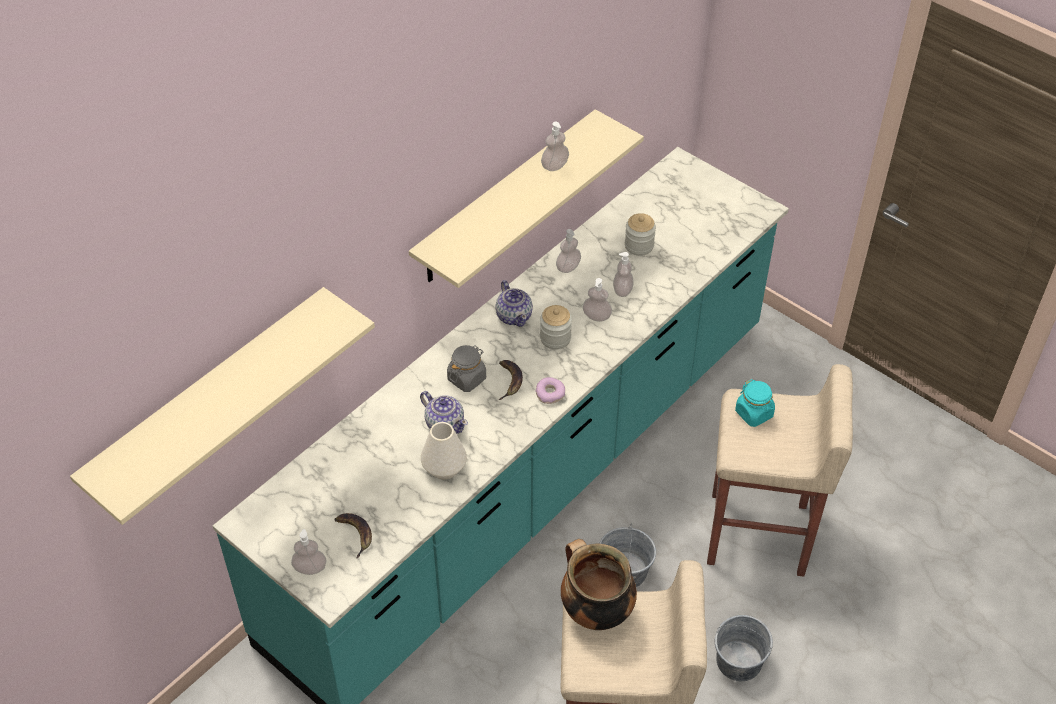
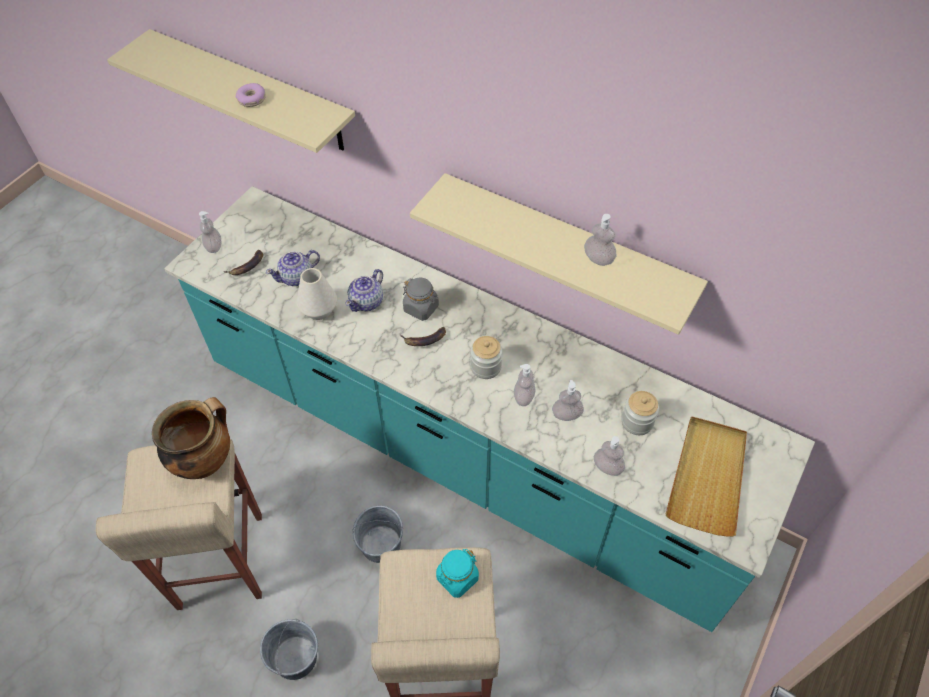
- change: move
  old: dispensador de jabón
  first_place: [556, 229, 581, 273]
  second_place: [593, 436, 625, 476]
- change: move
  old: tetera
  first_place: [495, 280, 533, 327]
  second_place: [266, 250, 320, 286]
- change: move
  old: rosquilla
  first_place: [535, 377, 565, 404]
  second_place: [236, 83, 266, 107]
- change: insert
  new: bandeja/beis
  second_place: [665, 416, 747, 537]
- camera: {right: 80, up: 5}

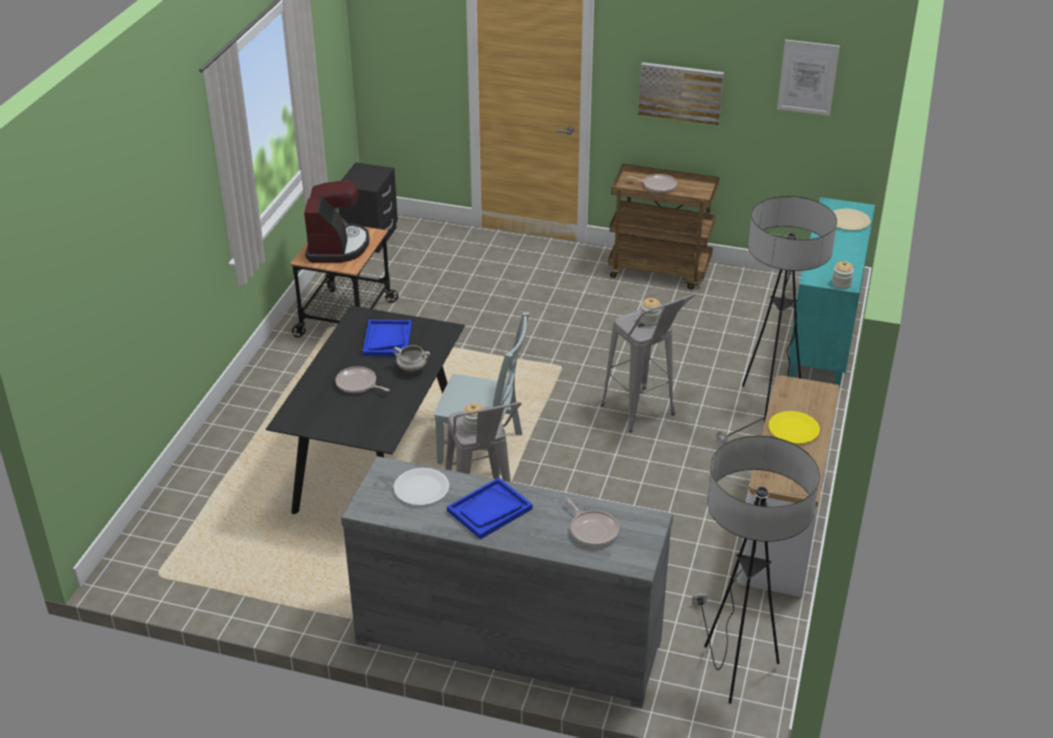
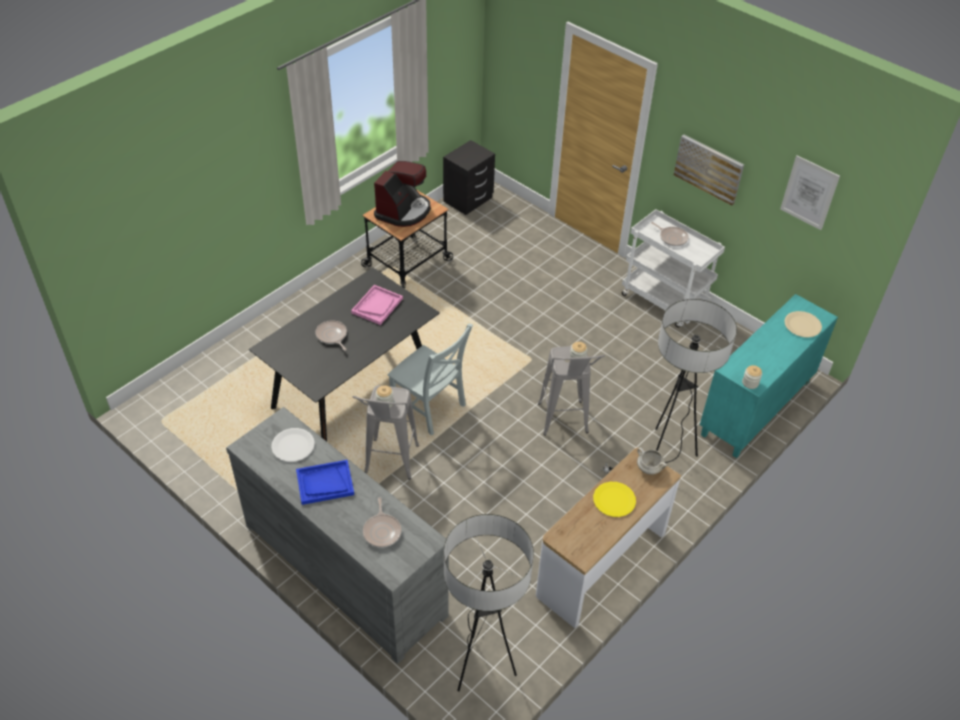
- change: recolor
  old: carrito/marrón
  new: carrito/blanco
  first_place: [608, 164, 719, 290]
  second_place: [622, 209, 725, 328]
- change: recolor
  old: bandeja/azul
  new: bandeja/rosa
  first_place: [363, 320, 412, 357]
  second_place: [351, 285, 403, 325]
- change: move
  old: olla/blanco
  first_place: [393, 345, 430, 372]
  second_place: [637, 448, 667, 475]
- camera: {right: 25, up: 10}

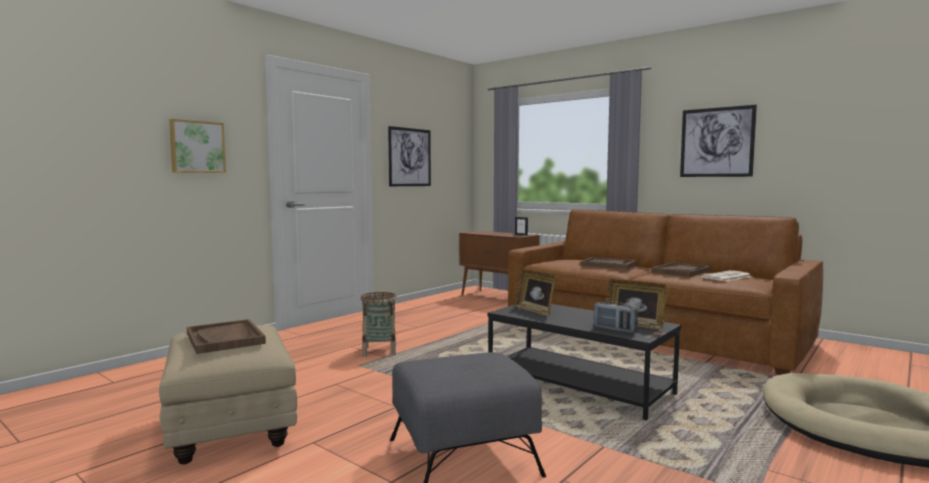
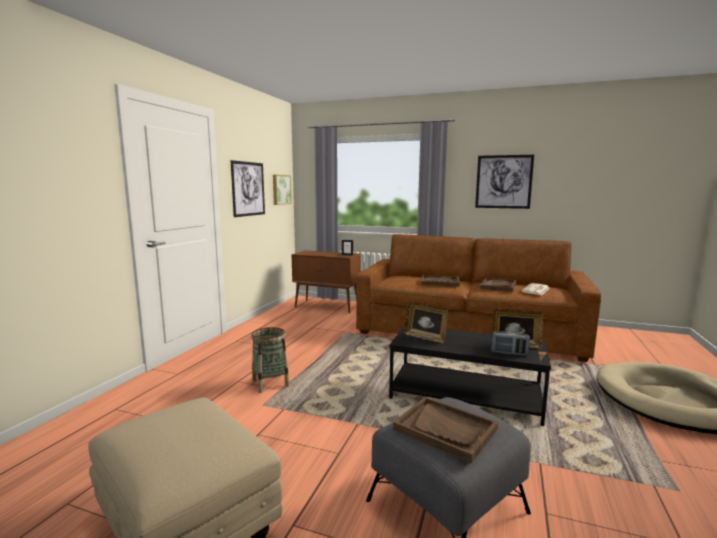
- change: move
  old: cuadro
  first_place: [169, 119, 226, 173]
  second_place: [273, 175, 291, 205]
- change: move
  old: bandeja/marrón
  first_place: [187, 319, 266, 354]
  second_place: [393, 397, 498, 463]
- camera: {right: -20, up: 5}

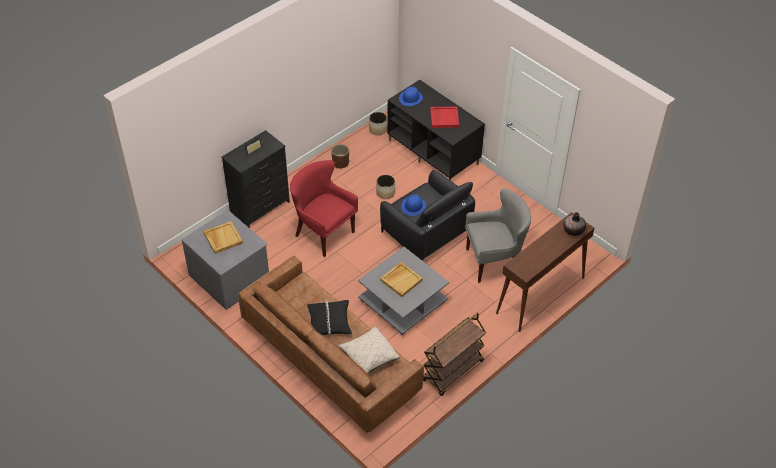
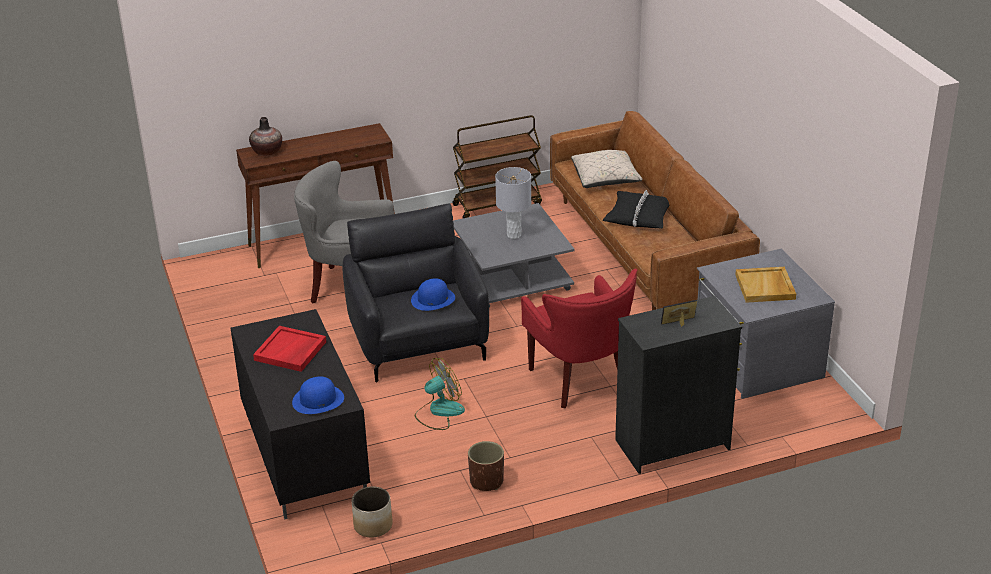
- change: replace
  old: maceta
  new: ventilador
  first_place: [376, 175, 395, 199]
  second_place: [415, 358, 465, 430]
- change: replace
  old: bandeja/beis
  new: lámpara de mesa/gris
  first_place: [380, 262, 423, 297]
  second_place: [495, 167, 531, 239]
- camera: {right: -155, up: -15}

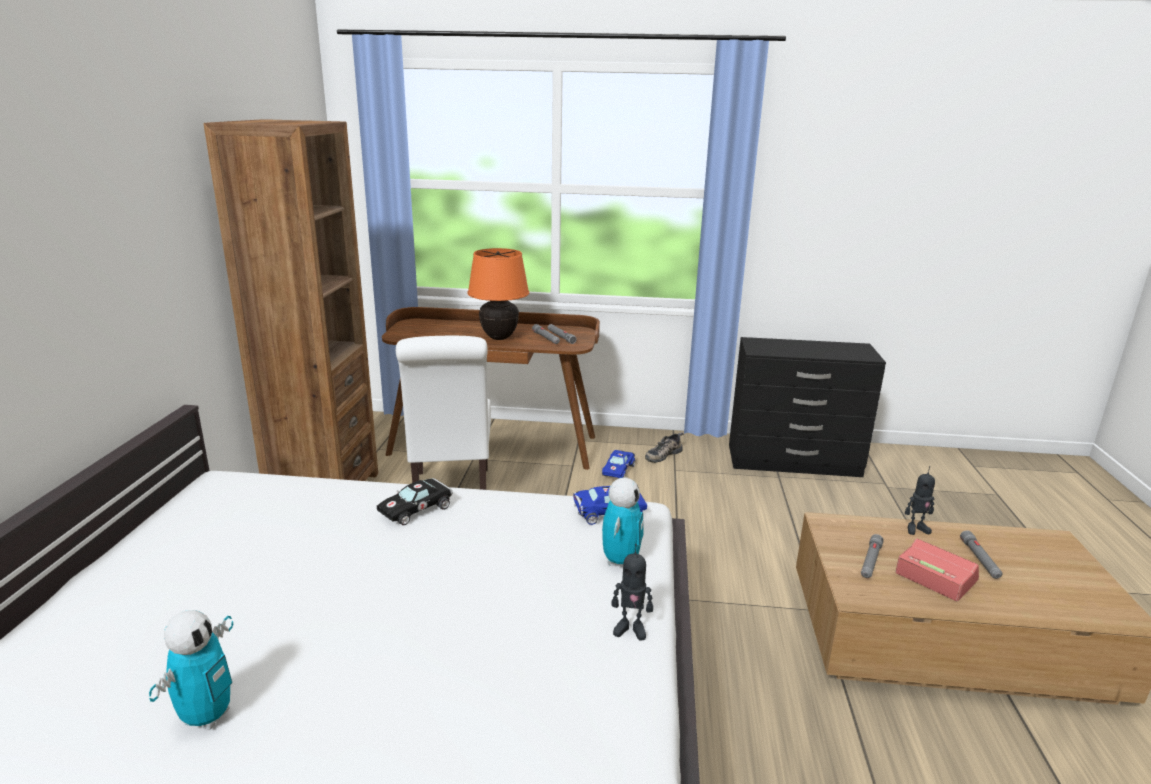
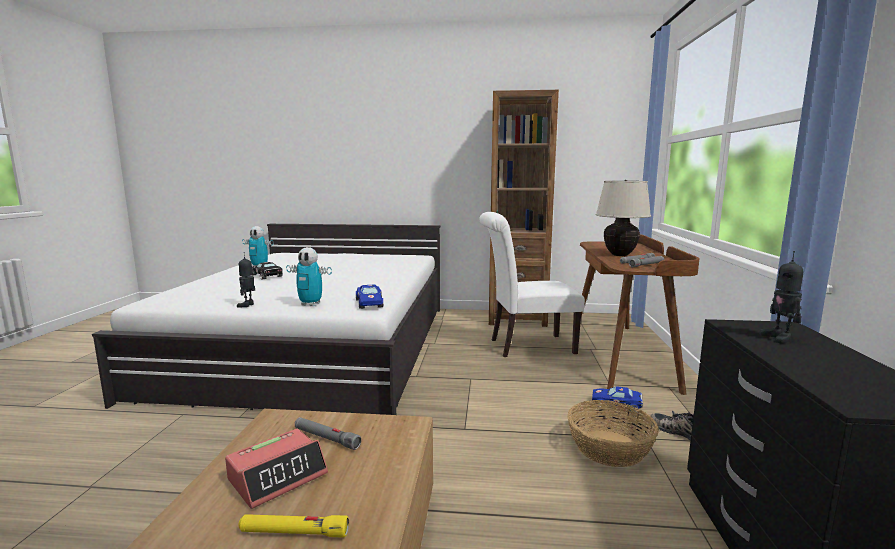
- change: recolor
  old: lámpara de mesa/naranja
  new: lámpara de mesa/beis
  first_place: [468, 248, 529, 340]
  second_place: [596, 180, 651, 256]
- change: move
  old: robot de juguete
  first_place: [905, 466, 935, 535]
  second_place: [759, 251, 803, 344]
- change: move
  old: coche de juguete/negro
  first_place: [377, 478, 452, 525]
  second_place: [252, 262, 283, 280]
- change: recolor
  old: linterna/gris
  new: linterna/amarillo
  first_place: [960, 530, 1002, 579]
  second_place: [238, 514, 349, 538]
- change: insert
  new: cesta
  second_place: [567, 400, 659, 467]
- camera: {right: 90, up: -10}

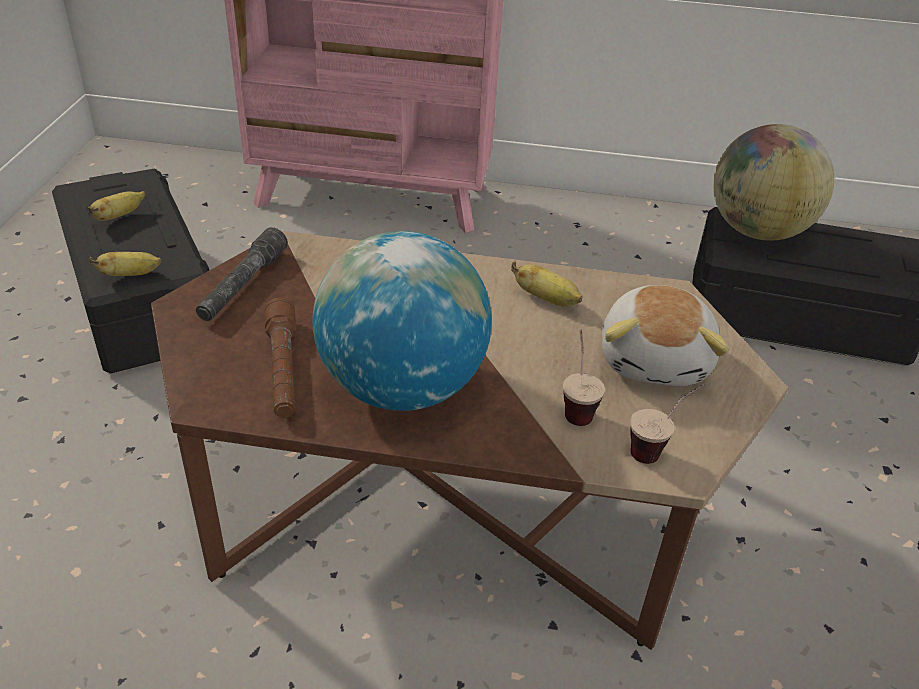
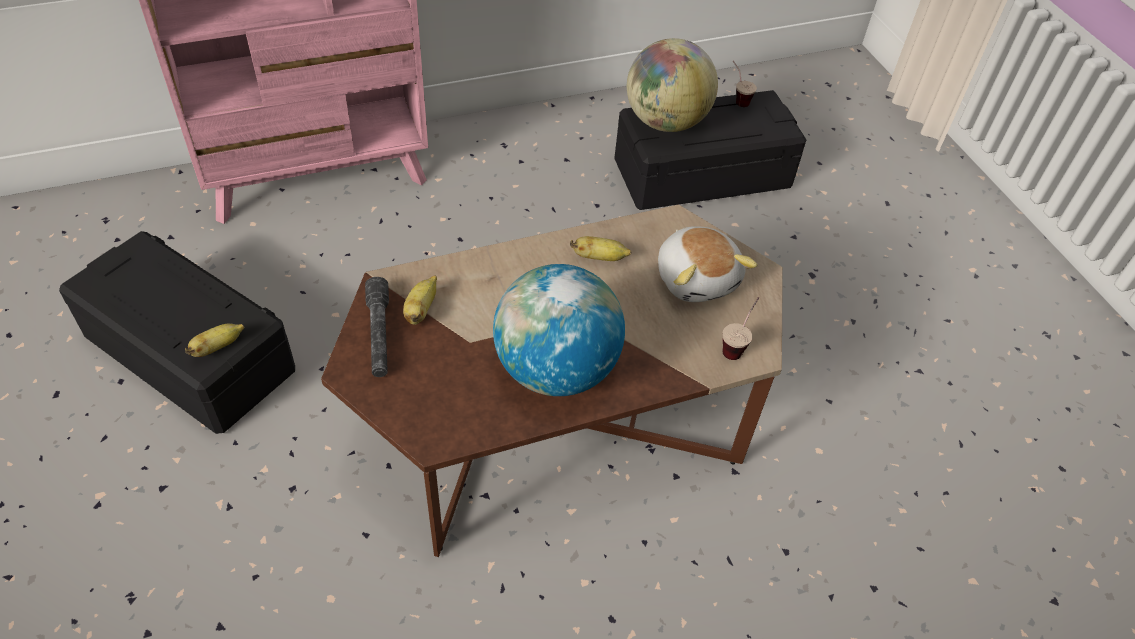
- change: move
  old: plátano
  first_place: [88, 191, 145, 221]
  second_place: [403, 276, 437, 325]
- change: delete
  old: linterna/marrón
  first_place: [264, 298, 296, 418]
- change: move
  old: taza
  first_place: [563, 329, 605, 426]
  second_place: [733, 60, 757, 107]
- camera: {right: -30, up: 10}

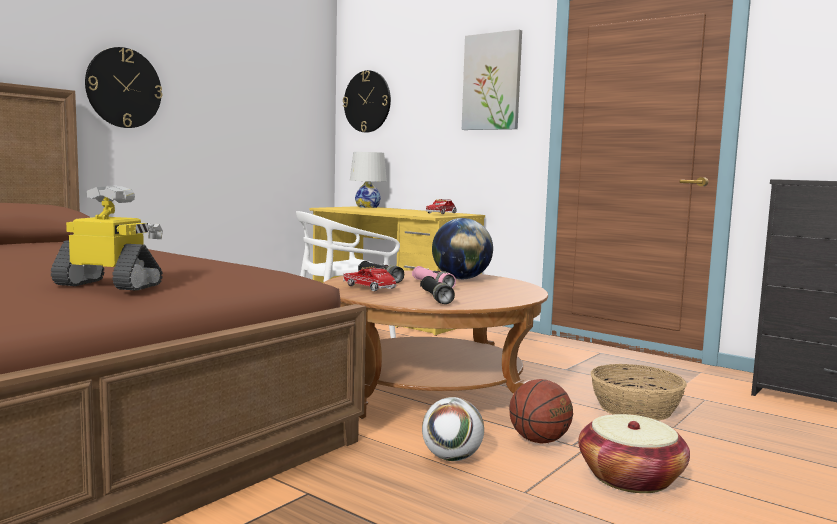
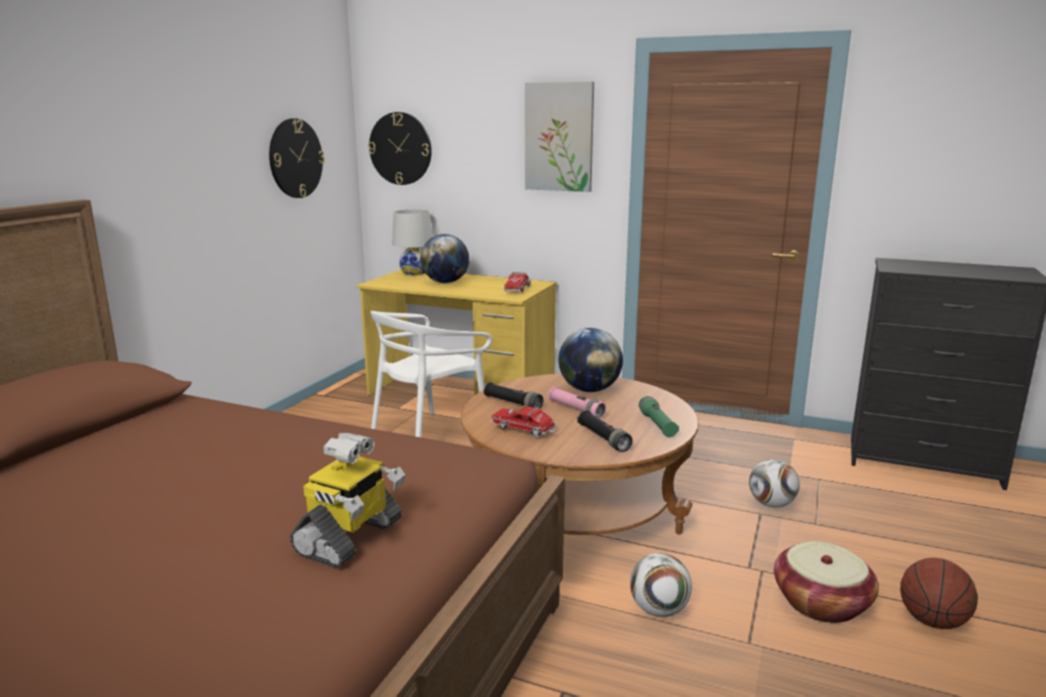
- change: move
  old: reloj de pared
  first_place: [85, 47, 162, 128]
  second_place: [269, 118, 325, 198]
- change: rotate
  old: robot de juguete
  first_place: [51, 186, 163, 291]
  second_place: [290, 433, 405, 568]
  degrees: 120
- change: replace
  old: cesta
  new: balón de fútbol
  first_place: [591, 364, 687, 421]
  second_place: [749, 459, 800, 507]
- change: move
  old: balón de baloncesto
  first_place: [509, 379, 573, 444]
  second_place: [900, 558, 978, 629]
- change: insert
  new: globo terráqueo
  second_place: [420, 234, 469, 283]
- change: insert
  new: linterna/verde
  second_place: [639, 396, 679, 437]
- camera: {right: -15, up: 10}

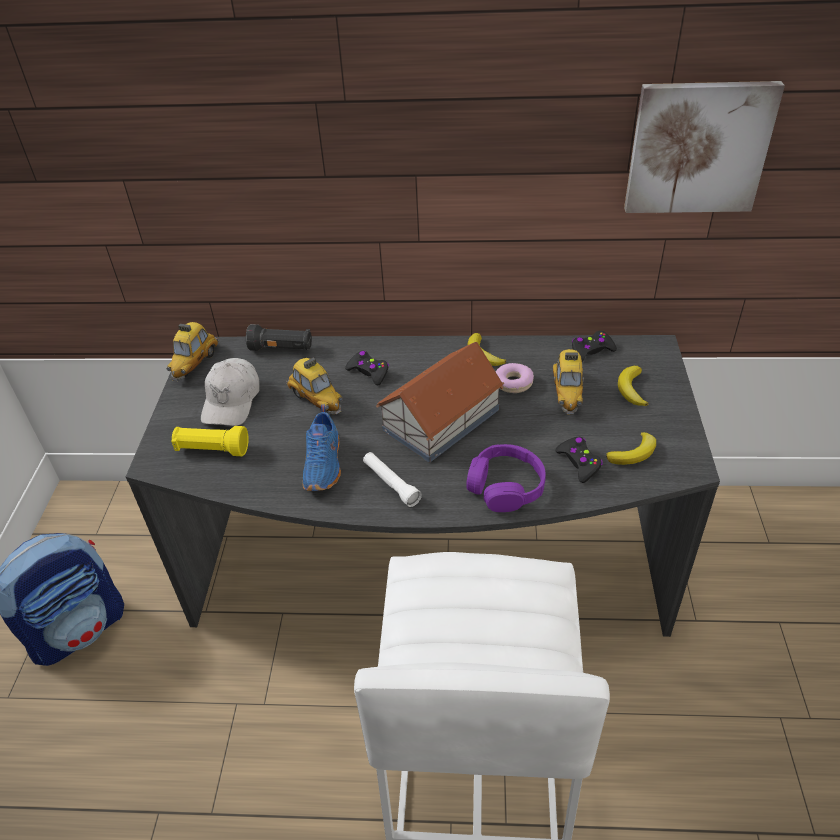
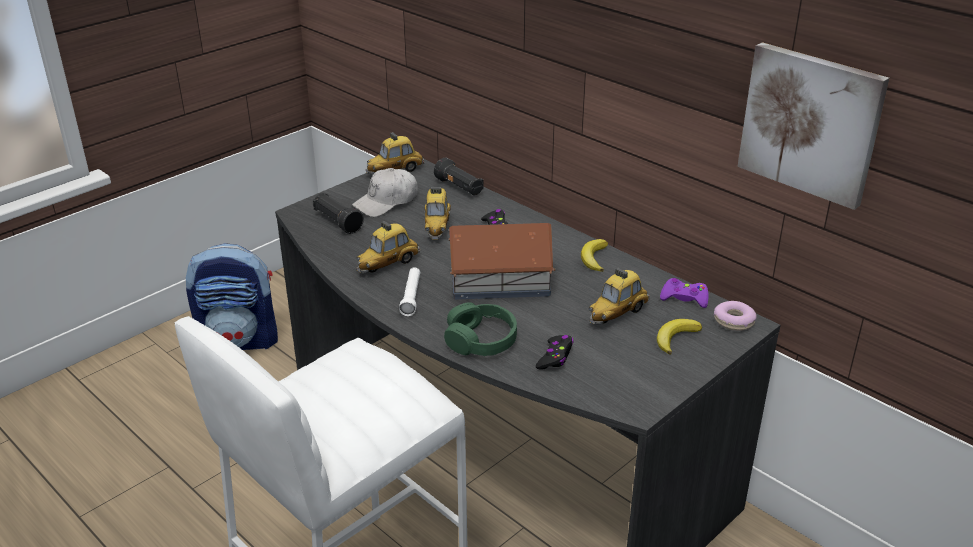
- change: recolor
  old: mando de consola/negro
  new: mando de consola/morado
  first_place: [572, 331, 617, 362]
  second_place: [660, 278, 709, 308]
- change: move
  old: rosquilla
  first_place: [496, 363, 534, 393]
  second_place: [714, 301, 757, 331]
- change: replace
  old: zapato/azul
  new: coche de juguete
  first_place: [303, 404, 341, 491]
  second_place: [356, 221, 421, 273]
- change: recolor
  old: linterna/amarillo
  new: linterna/negro
  first_place: [171, 426, 249, 456]
  second_place: [313, 193, 364, 234]
- change: delete
  old: plátano
  first_place: [606, 432, 656, 465]
- change: recolor
  old: auriculares/morado
  new: auriculares/verde
  first_place: [466, 444, 545, 512]
  second_place: [444, 302, 517, 356]
- camera: {right: 40, up: -10}

